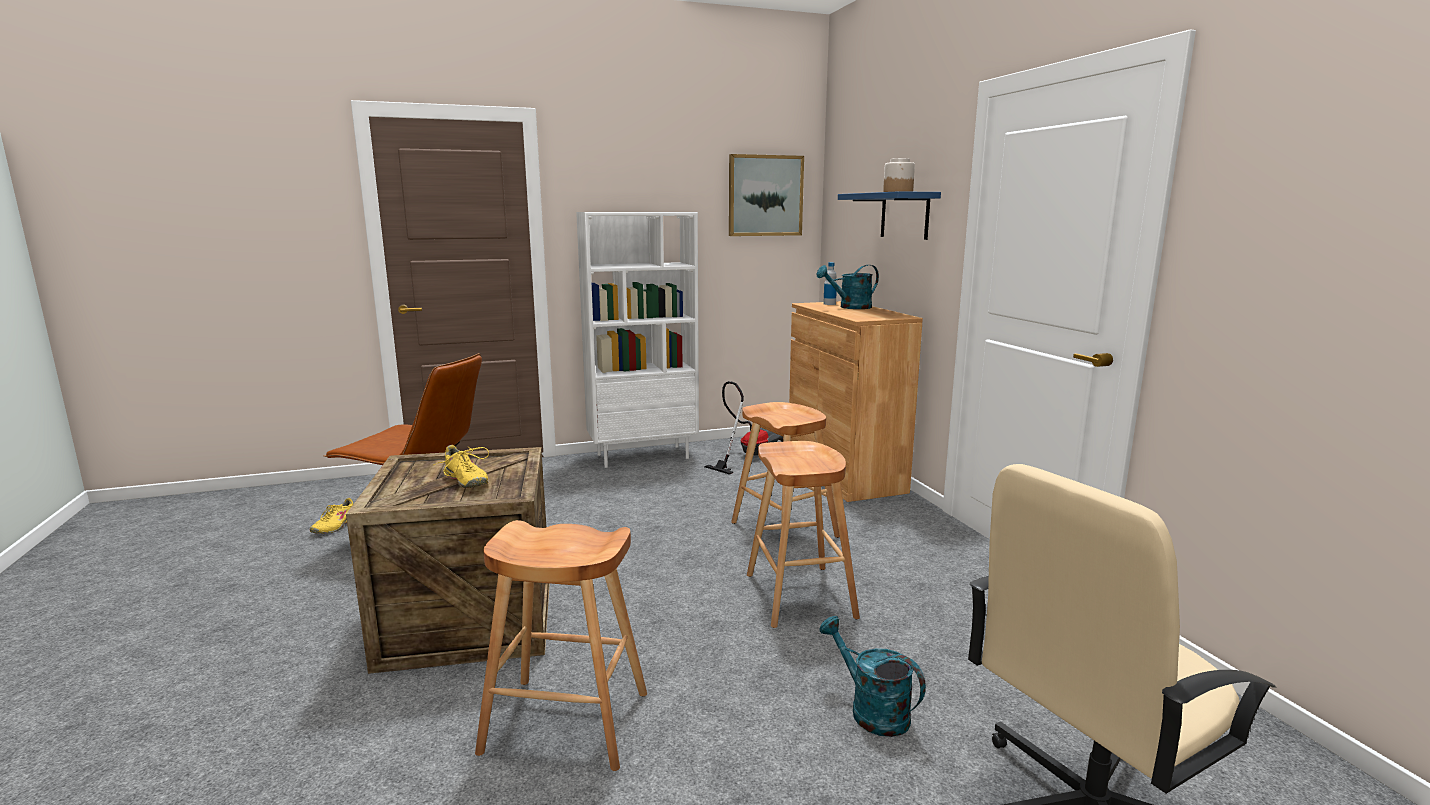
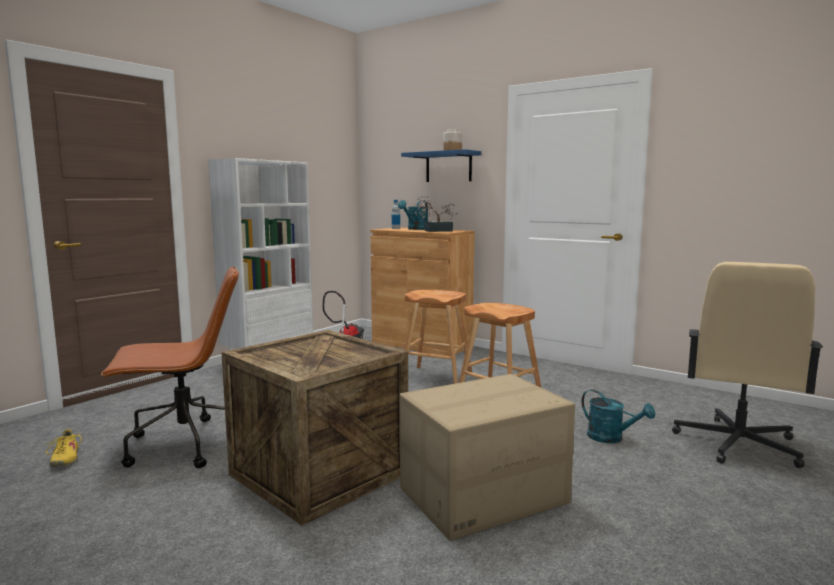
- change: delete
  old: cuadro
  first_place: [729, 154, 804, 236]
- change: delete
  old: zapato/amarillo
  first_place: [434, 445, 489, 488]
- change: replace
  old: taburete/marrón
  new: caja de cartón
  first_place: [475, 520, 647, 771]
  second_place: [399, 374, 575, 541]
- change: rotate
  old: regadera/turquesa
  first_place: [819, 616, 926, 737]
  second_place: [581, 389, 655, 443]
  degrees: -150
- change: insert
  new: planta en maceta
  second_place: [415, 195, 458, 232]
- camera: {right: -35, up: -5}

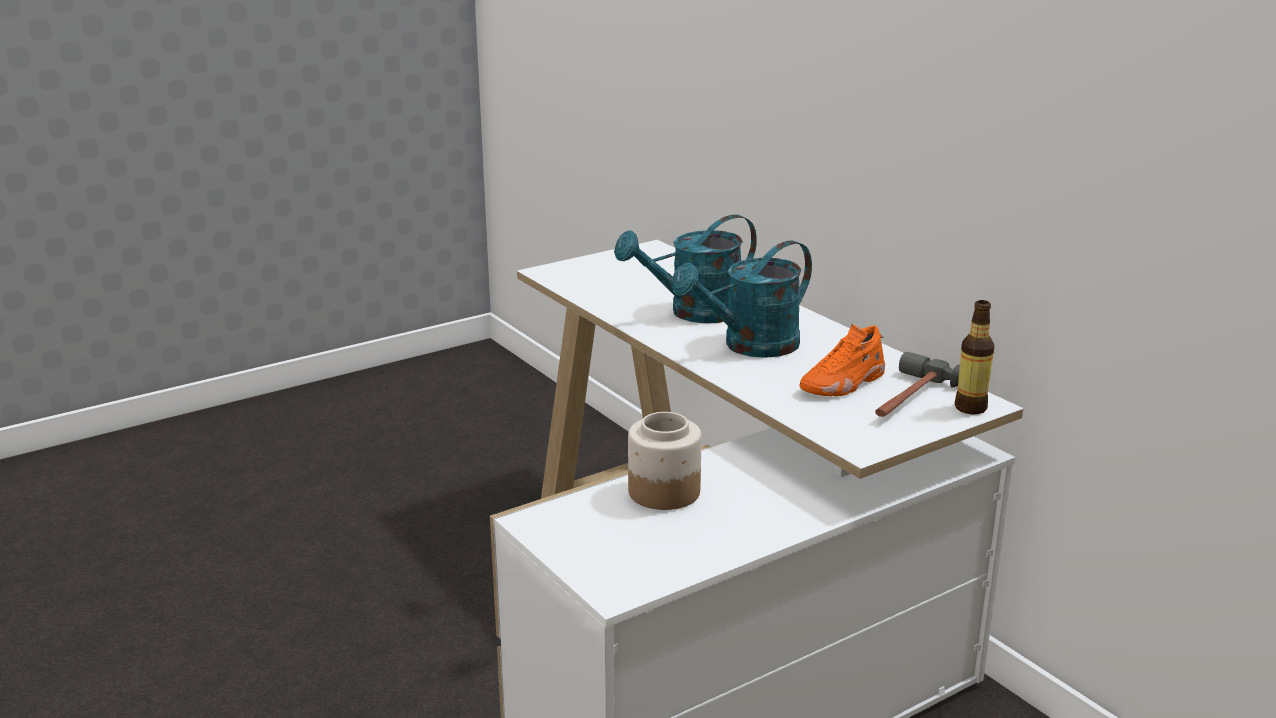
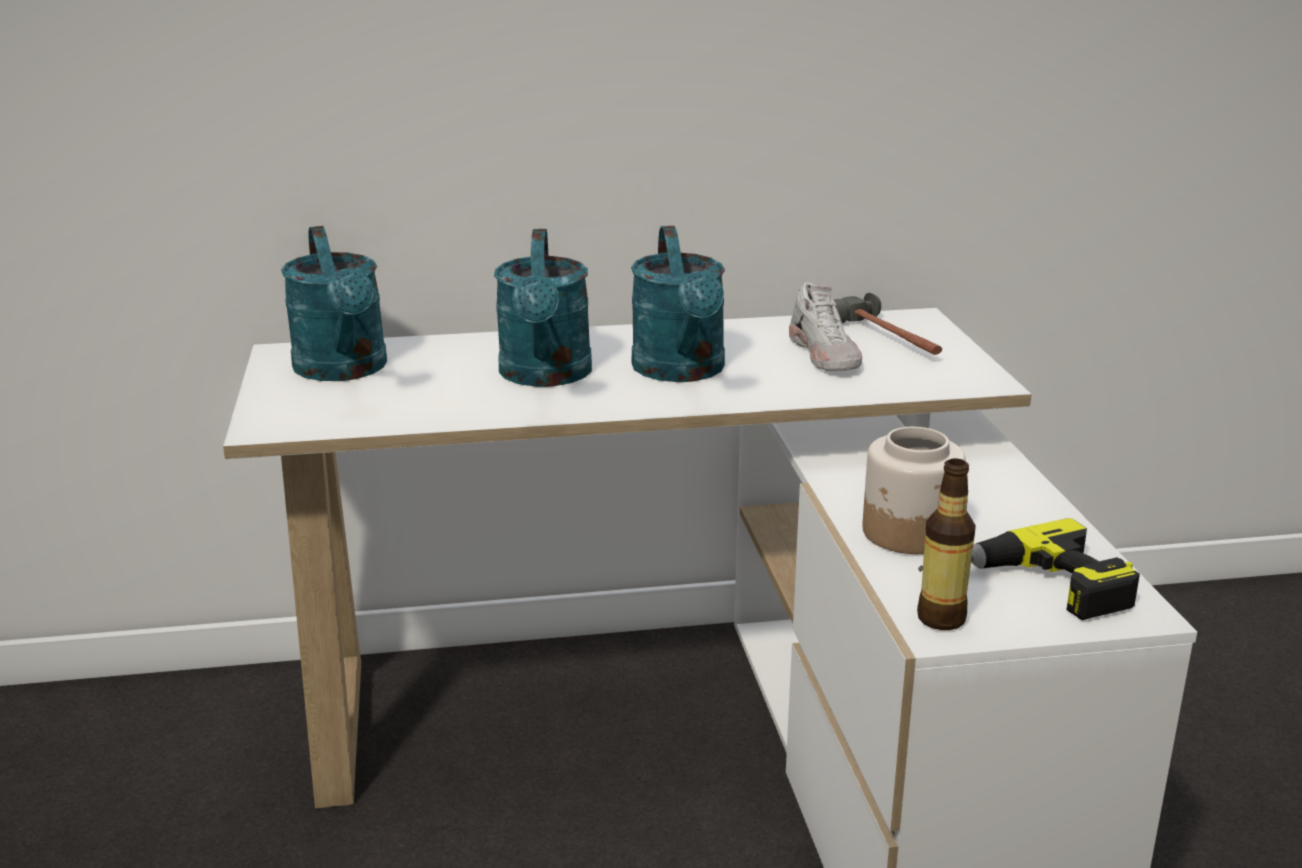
- change: move
  old: botella
  first_place: [955, 300, 994, 414]
  second_place: [917, 458, 976, 630]
- change: recolor
  old: zapato/naranja
  new: zapato/blanco
  first_place: [800, 324, 885, 396]
  second_place: [789, 282, 862, 371]
- change: insert
  new: regadera/turquesa
  second_place: [281, 226, 387, 381]
- change: insert
  new: taladro
  second_place: [918, 518, 1140, 620]
- camera: {right: -65, up: 0}

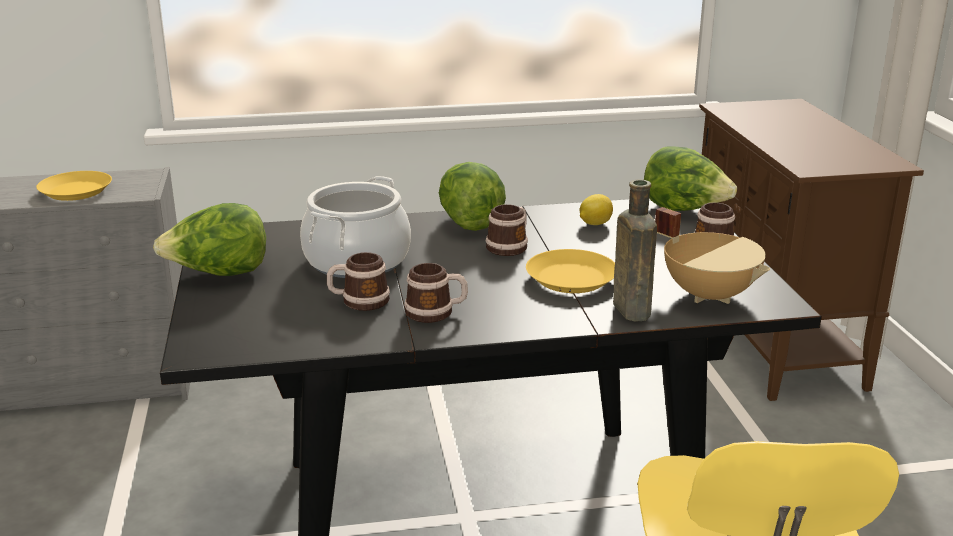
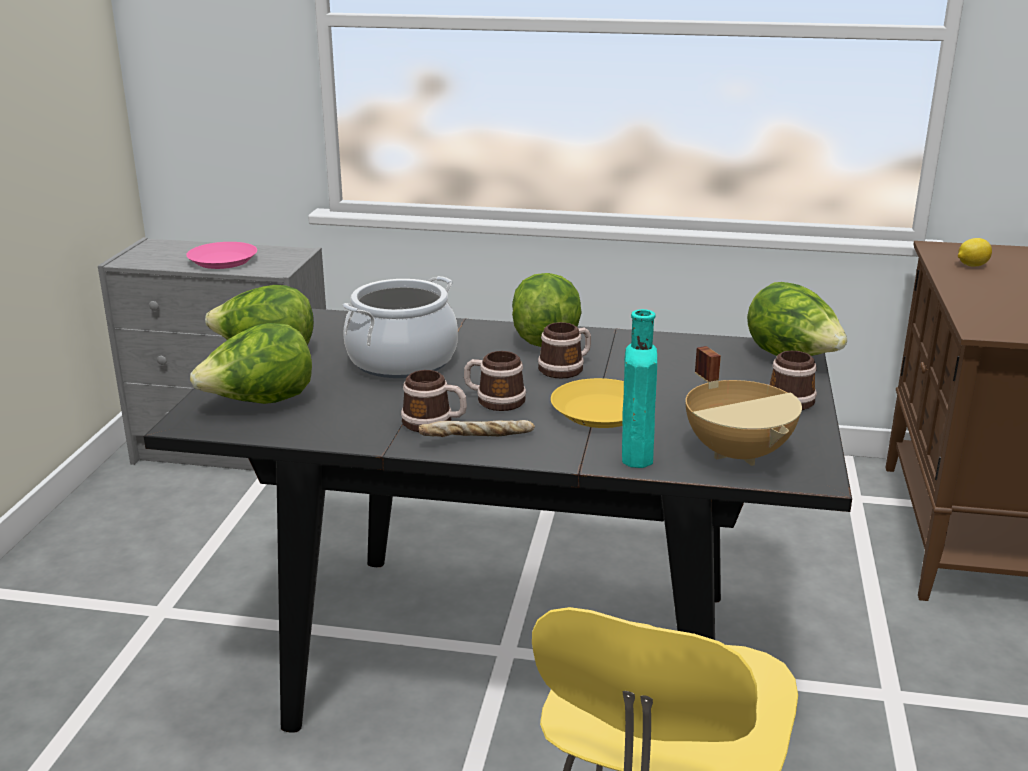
- change: recolor
  old: plato/amarillo
  new: plato/rosa
  first_place: [36, 171, 112, 201]
  second_place: [186, 242, 257, 269]
- change: recolor
  old: botella/marrón
  new: botella/turquesa
  first_place: [613, 179, 657, 322]
  second_place: [622, 309, 657, 468]
- change: move
  old: limón
  first_place: [580, 194, 613, 225]
  second_place: [958, 238, 992, 267]
- change: move
  old: taza grande
  first_place: [327, 252, 390, 311]
  second_place: [464, 351, 526, 411]
- change: insert
  new: lechuga
  second_place: [190, 323, 312, 404]
- change: insert
  new: pan
  second_place: [419, 420, 535, 437]
- camera: {right: 20, up: 0}

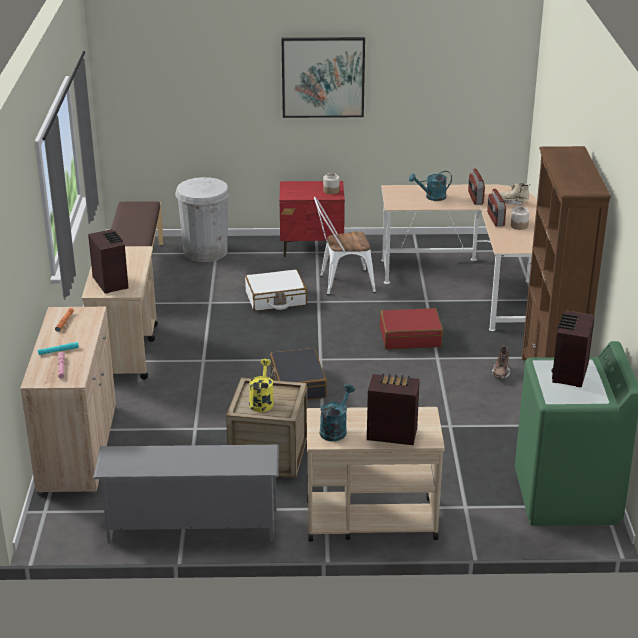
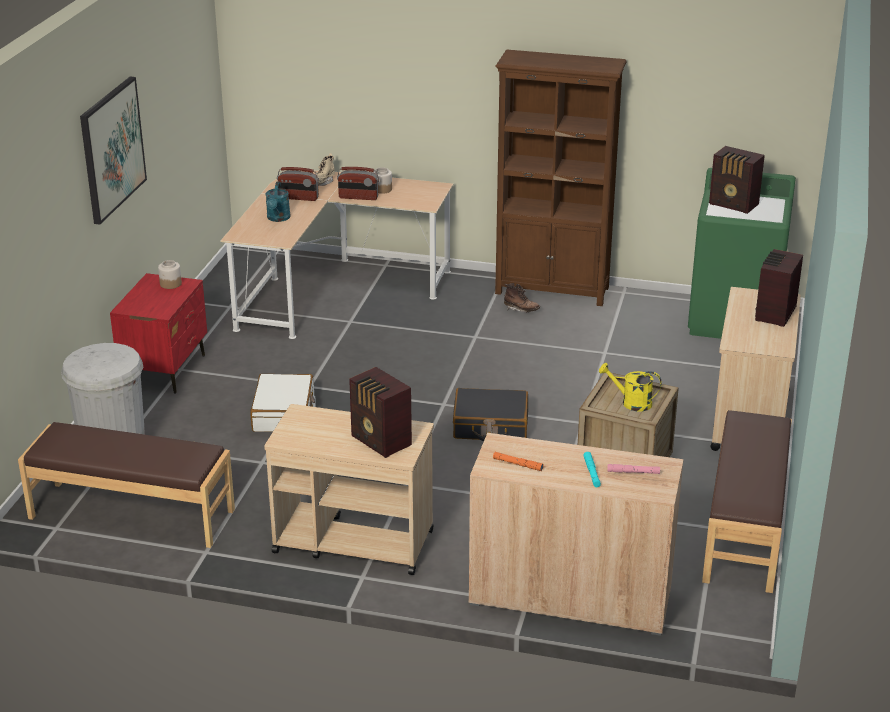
- change: delete
  old: silla/blanco
  first_place: [314, 197, 376, 295]
- change: rotate
  old: radio
  first_place: [88, 229, 128, 294]
  second_place: [349, 367, 412, 458]
  degrees: -120
- change: delete
  old: maleta/rojo
  first_place: [380, 308, 443, 349]
- change: delete
  old: regadera/turquesa
  first_place: [320, 384, 355, 441]
- change: replace
  old: zapatero/gris
  new: banco/marrón
  first_place: [93, 445, 279, 543]
  second_place: [702, 410, 792, 593]
- camera: {right: -75, up: 0}

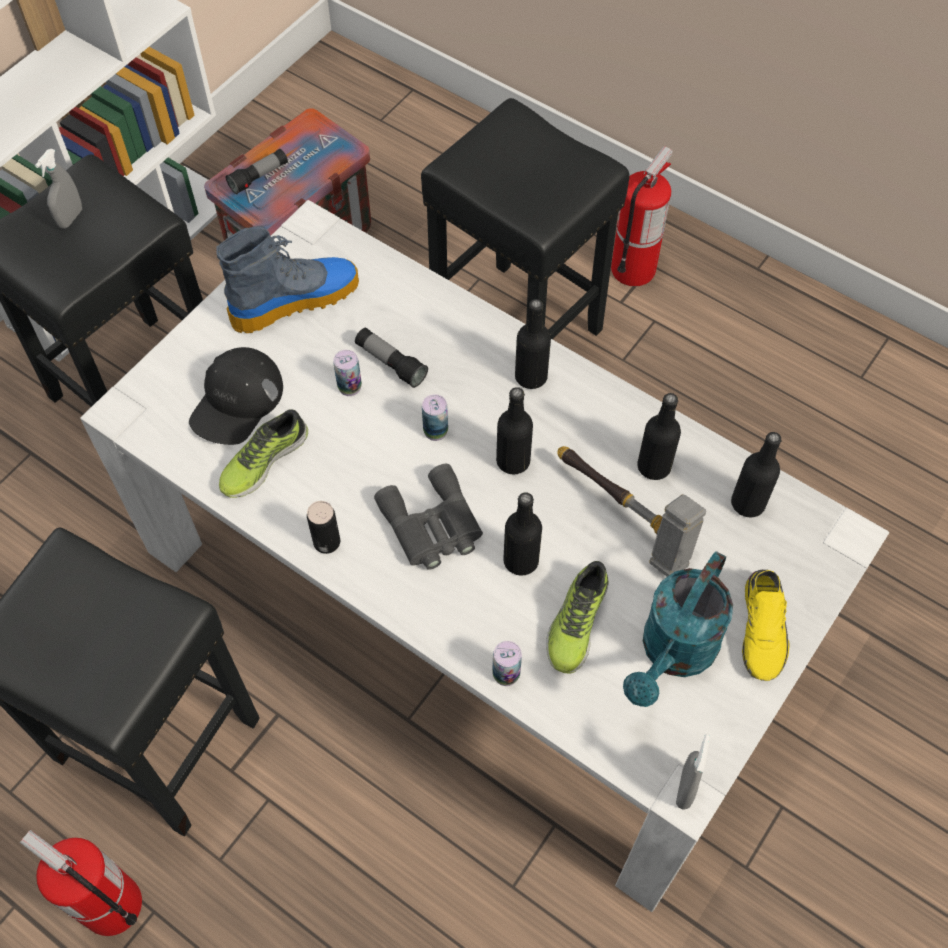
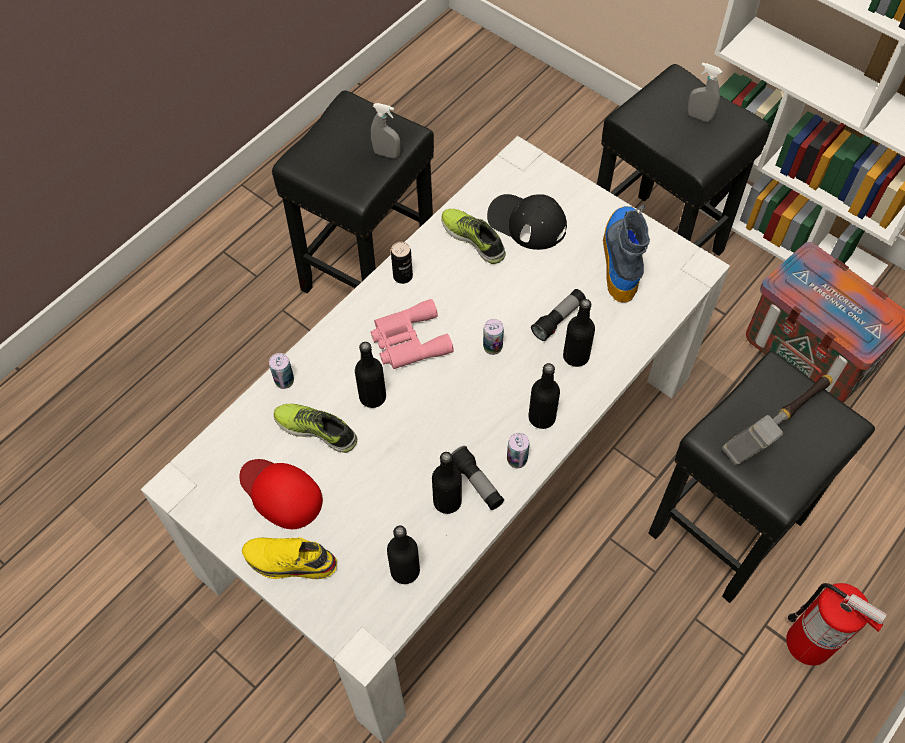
- change: move
  old: linterna
  first_place: [226, 149, 288, 194]
  second_place: [451, 446, 504, 510]
- change: rotate
  old: bota
  first_place: [217, 226, 359, 333]
  second_place: [603, 205, 650, 303]
  degrees: -150
- change: move
  old: lata
  first_place: [333, 350, 362, 396]
  second_place: [507, 433, 530, 468]
- change: move
  old: botella/negro
  first_place: [496, 387, 533, 474]
  second_place: [563, 299, 595, 367]
- change: move
  old: martillo
  first_place: [557, 446, 706, 577]
  second_place: [722, 375, 833, 465]
- change: recolor
  old: prismáticos/gris
  new: prismáticos/rosa
  first_place: [374, 464, 483, 570]
  second_place: [371, 299, 454, 369]
- change: replace
  old: regadera/turquesa
  new: gorra/rojo
  first_place: [623, 551, 733, 707]
  second_place: [239, 459, 323, 529]
- change: move
  old: pulverizador/gris
  first_place: [676, 734, 710, 810]
  second_place: [371, 103, 400, 159]
- change: delete
  old: extintor
  first_place: [20, 830, 142, 936]
- camera: {right: 95, up: 0}

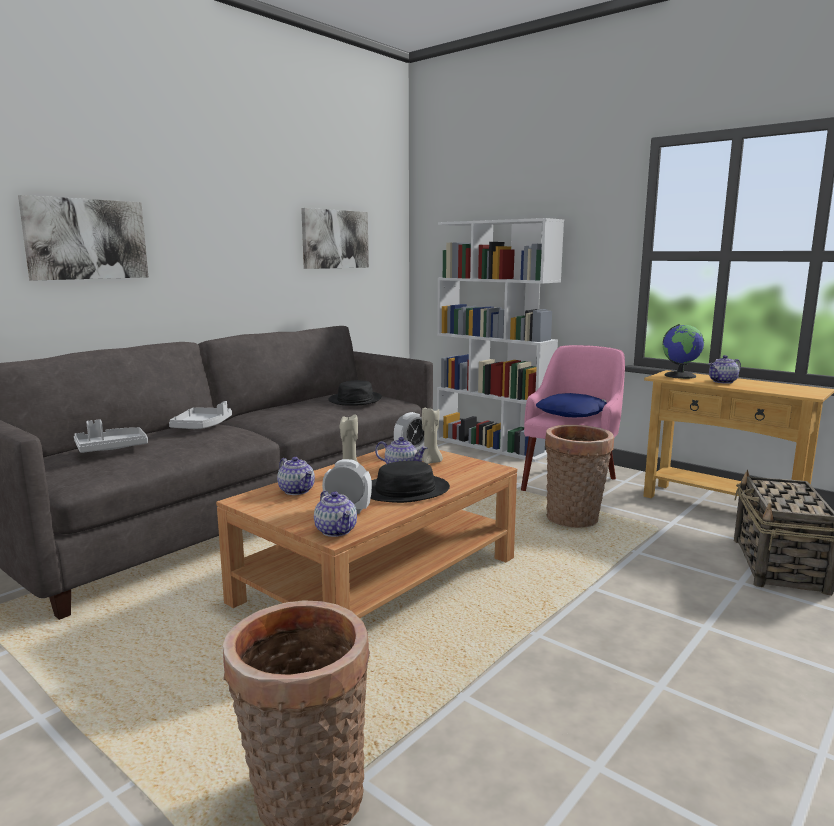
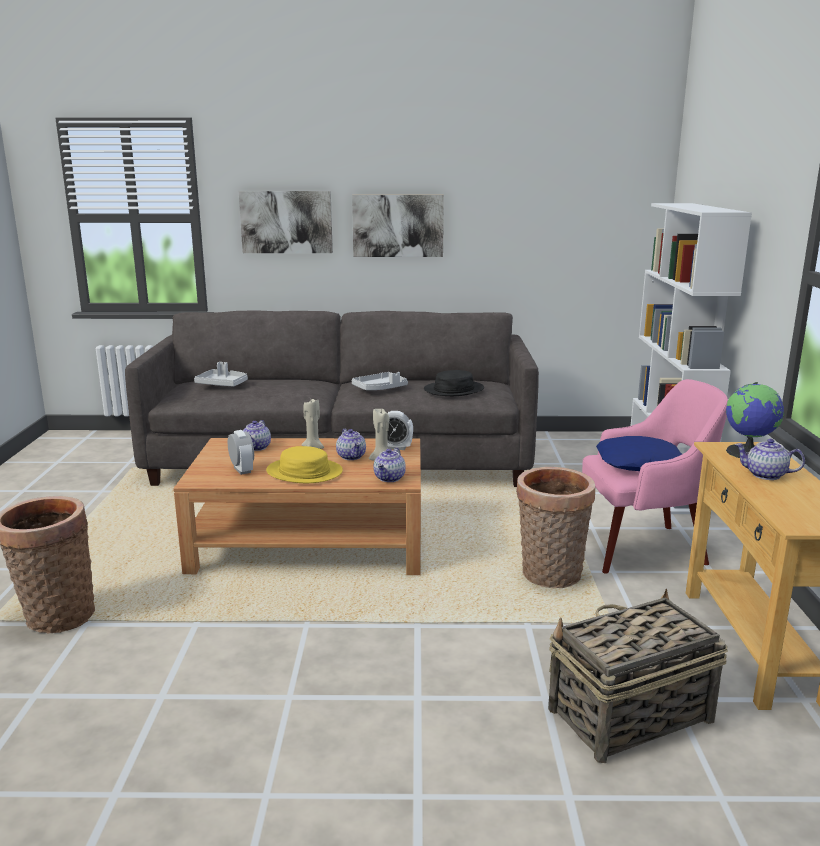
- change: move
  old: cuadro
  first_place: [301, 208, 369, 269]
  second_place: [352, 195, 444, 257]
- change: move
  old: bandeja/gris
  first_place: [169, 401, 232, 429]
  second_place: [352, 372, 408, 390]
- change: recolor
  old: sombrero/negro
  new: sombrero/amarillo
  first_place: [371, 461, 450, 503]
  second_place: [266, 446, 343, 483]
- change: move
  old: tetera
  first_place: [314, 491, 357, 537]
  second_place: [373, 448, 406, 482]
- camera: {right: 50, up: 5}

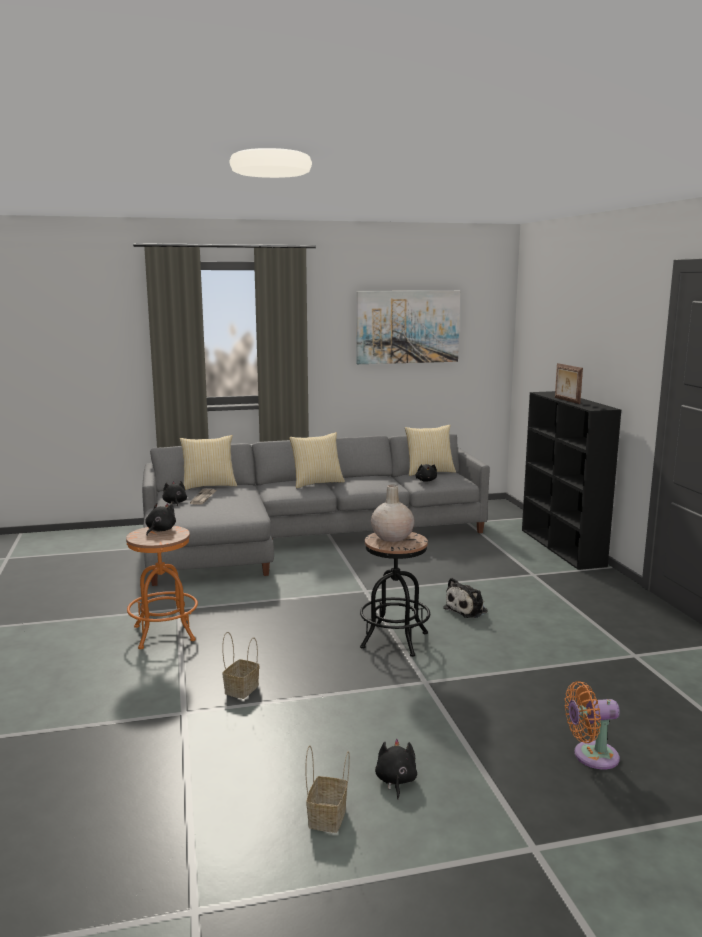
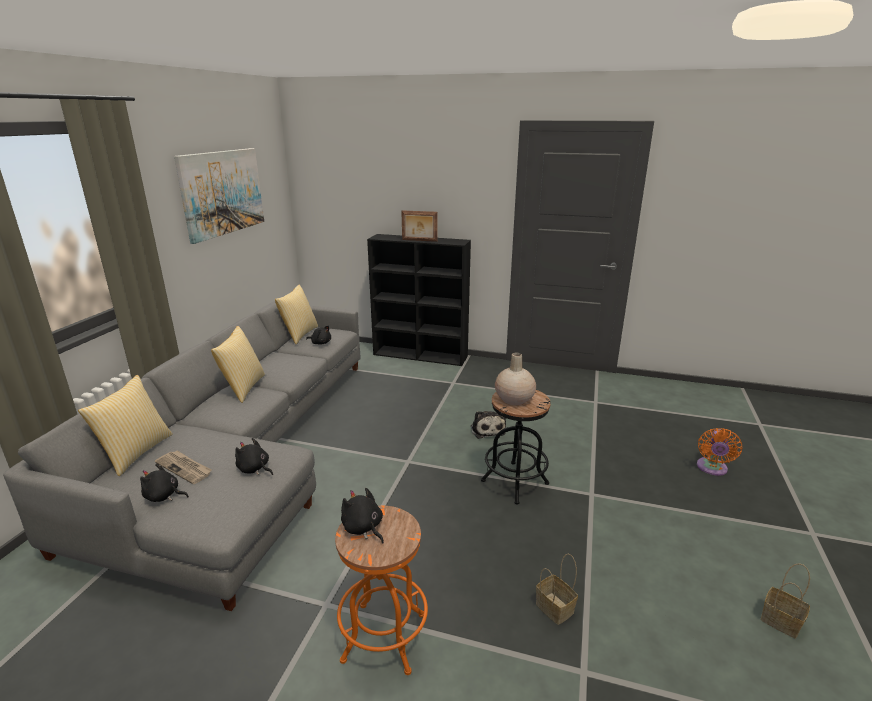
- change: move
  old: peluche/negro
  first_place: [375, 739, 417, 800]
  second_place: [235, 438, 273, 475]
- camera: {right: -60, up: 10}

